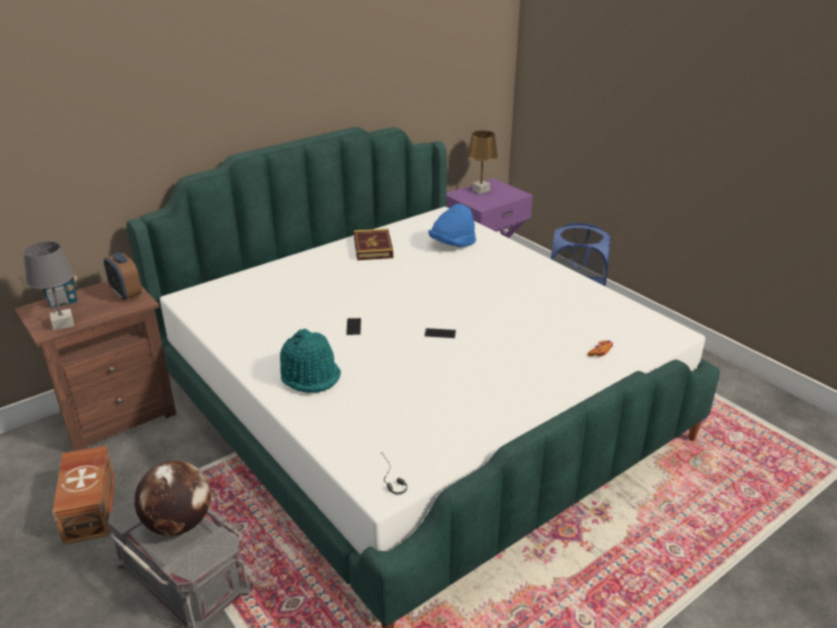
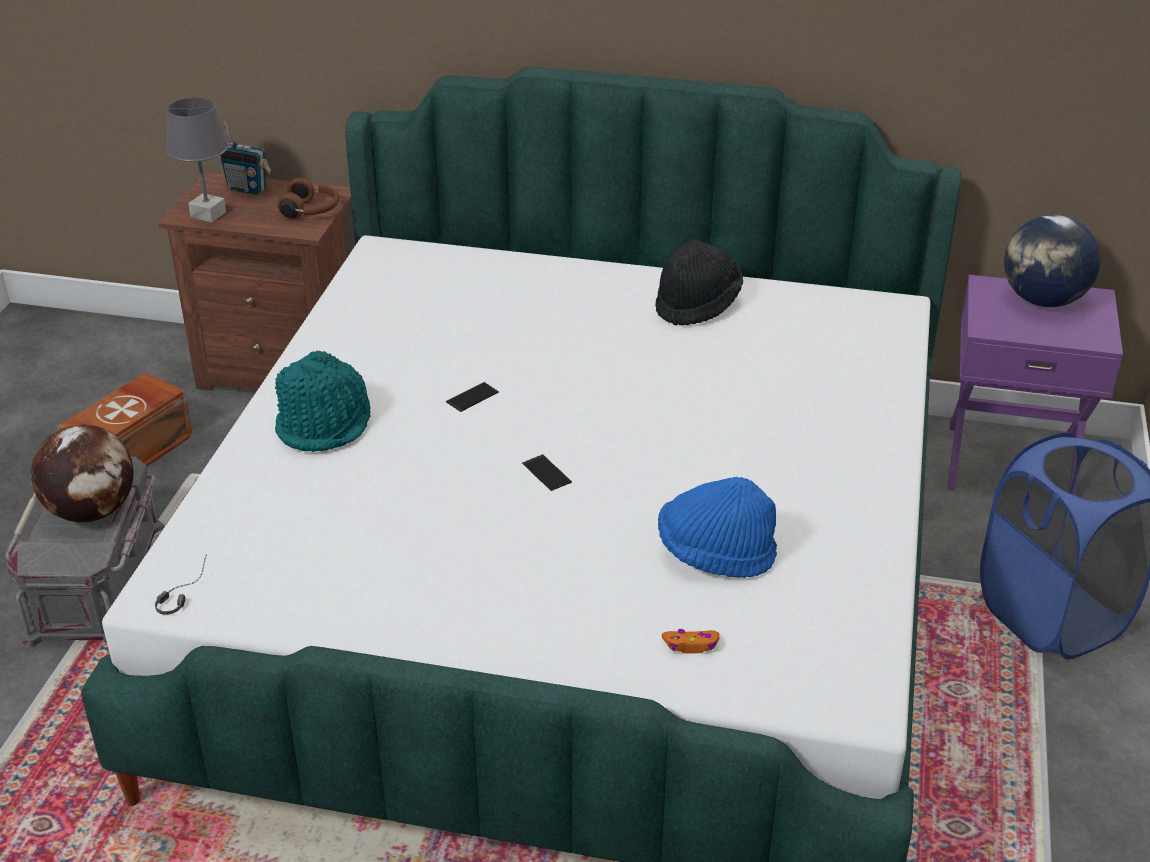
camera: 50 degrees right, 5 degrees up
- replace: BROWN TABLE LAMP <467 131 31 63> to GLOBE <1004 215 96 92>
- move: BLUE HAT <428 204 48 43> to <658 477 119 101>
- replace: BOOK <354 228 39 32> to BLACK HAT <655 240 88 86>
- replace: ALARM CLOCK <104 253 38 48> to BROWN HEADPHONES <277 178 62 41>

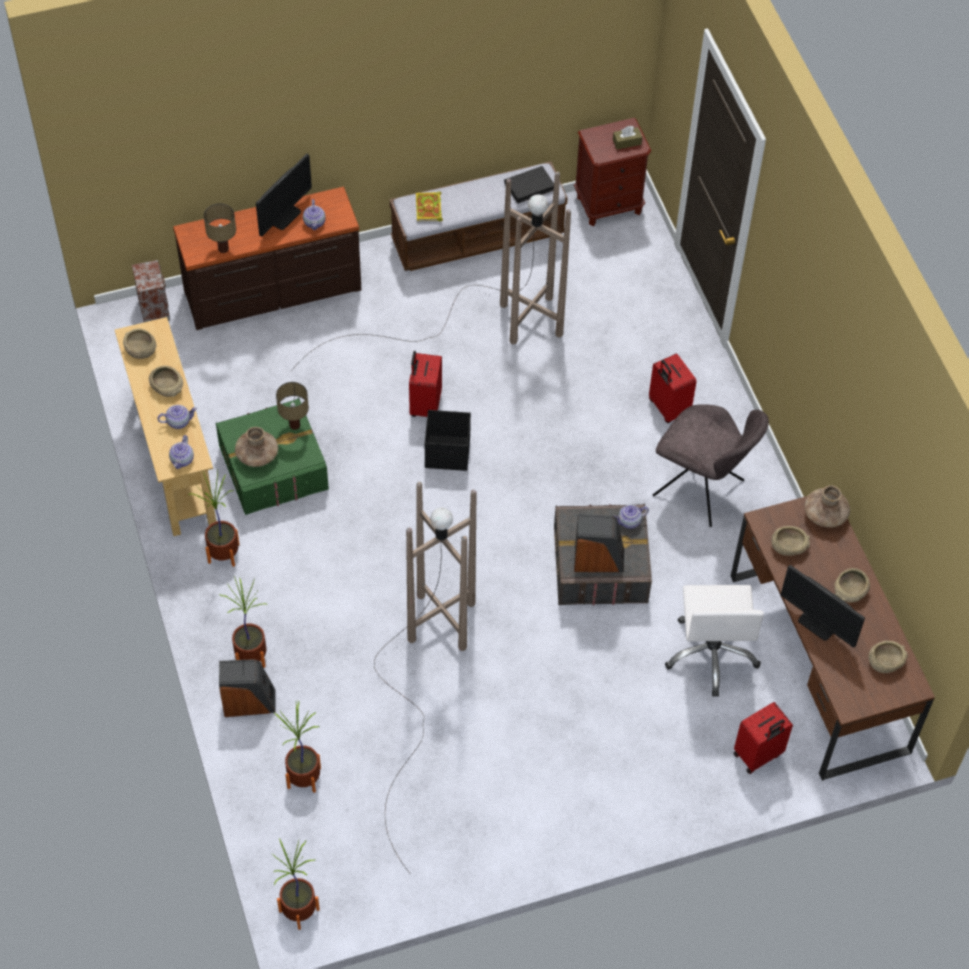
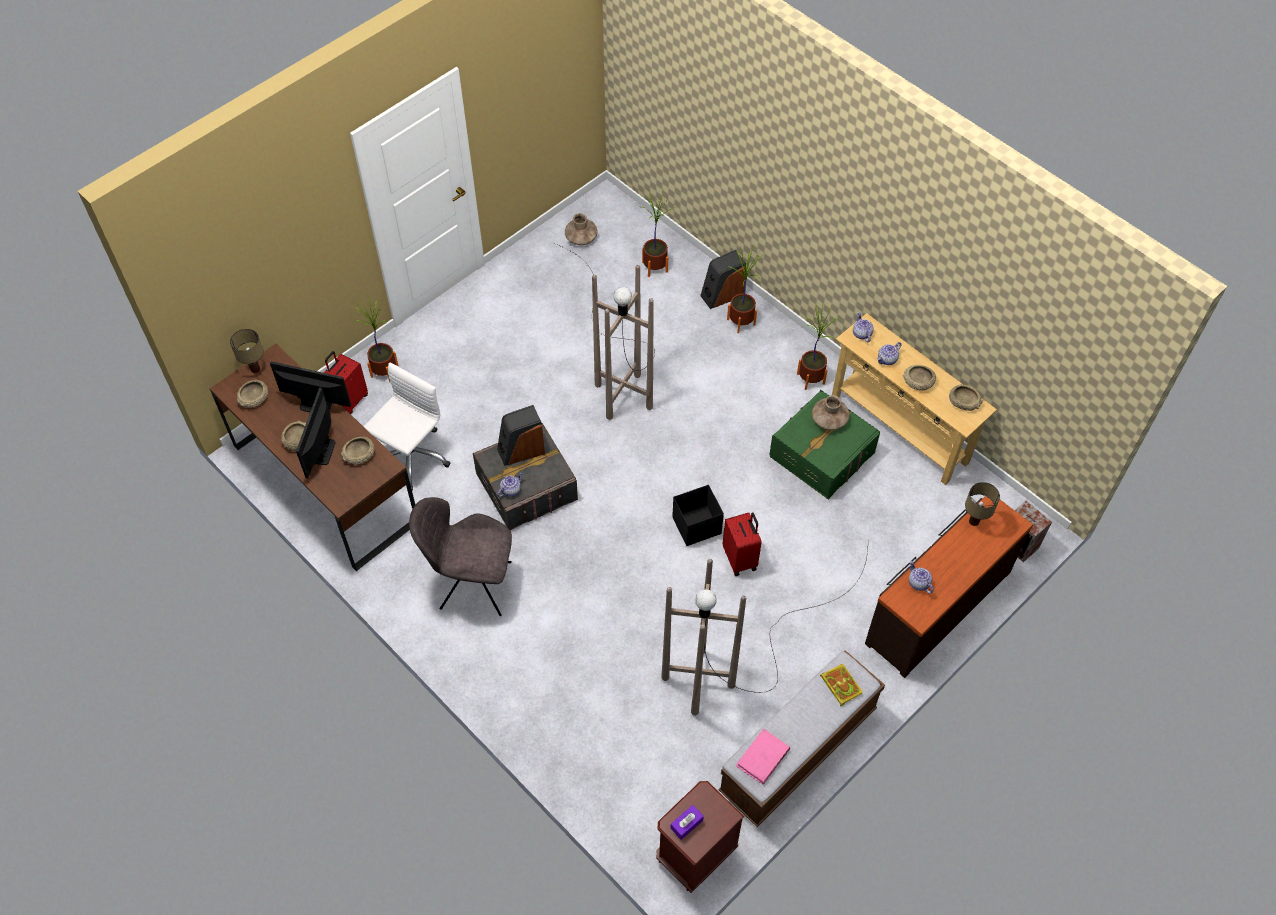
camera: 155 degrees right, 0 degrees up
- recolor: BROWN TISSUE BOX <613 126 29 23> to PURPLE TISSUE BOX <670 805 34 35>
- move: MONITOR <256 154 56 83> to <296 387 40 91>
- recolor: BLACK BOOK <504 166 50 38> to PINK BOOK <736 729 54 55>
- delete: RED SUITCASE <649 354 48 69>
- move: TABLE LAMP <276 382 33 48> to <230 329 33 44>
- move: BROWN VASE <805 485 45 43> to <565 213 33 32>
- rotate: WHITE OFFICE CHAIR <665 585 99 112> = <364 362 86 129> 60 degrees clockwise
- move: POTTED PLANT <271 838 49 92> to <354 296 45 86>

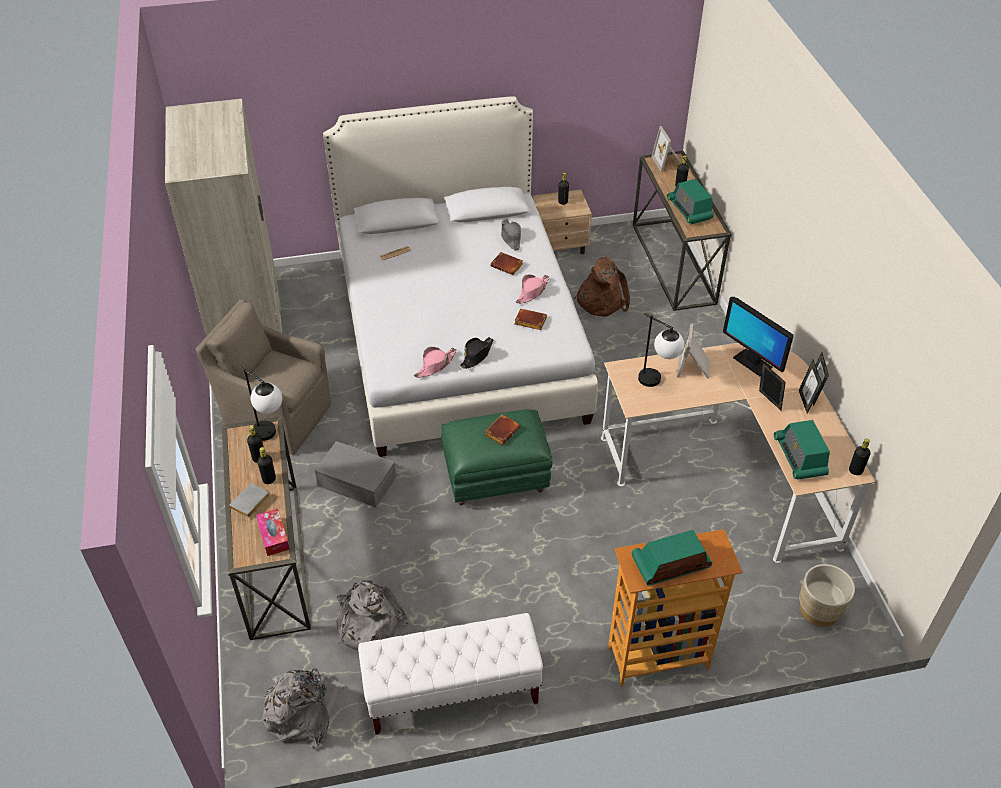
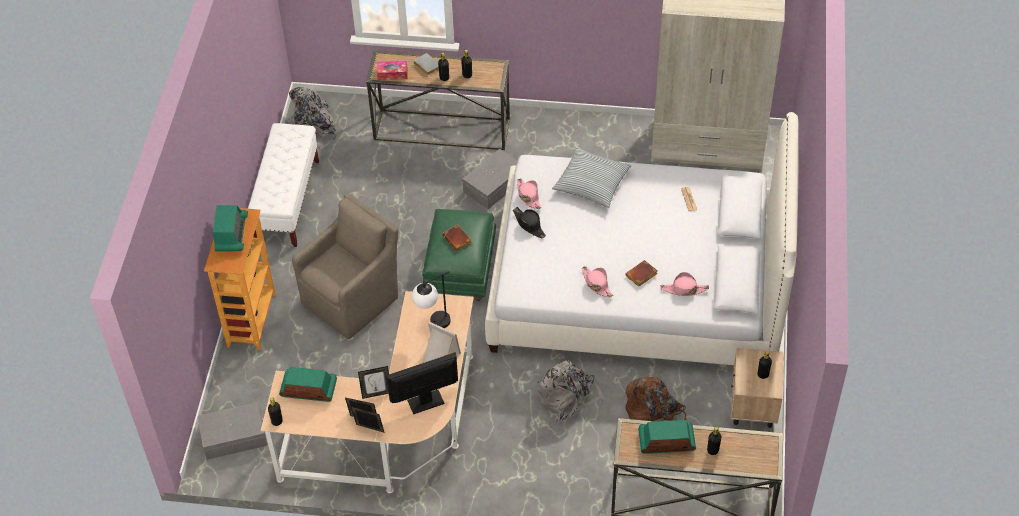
camera: 110 degrees right, 5 degrees up
- delete: PICTURE FRAME <651 126 30 46>
- recolor: GREY HAT <501 219 20 31> to PINK HAT <660 272 49 24>
- move: BROWN ARMCHAIR <196 300 135 155> to <292 193 106 146>
- delete: BROWN BOOK <514 309 33 21>
- delete: TABLE LAMP <238 366 44 75>
- replace: BEIGE PLANTER <799 564 56 63> to GREY STORAGE BOX <197 402 70 58>
- move: GREY BACKPACK <337 580 71 70> to <537 360 68 62>
- insert: PILLOW <552 147 80 61>

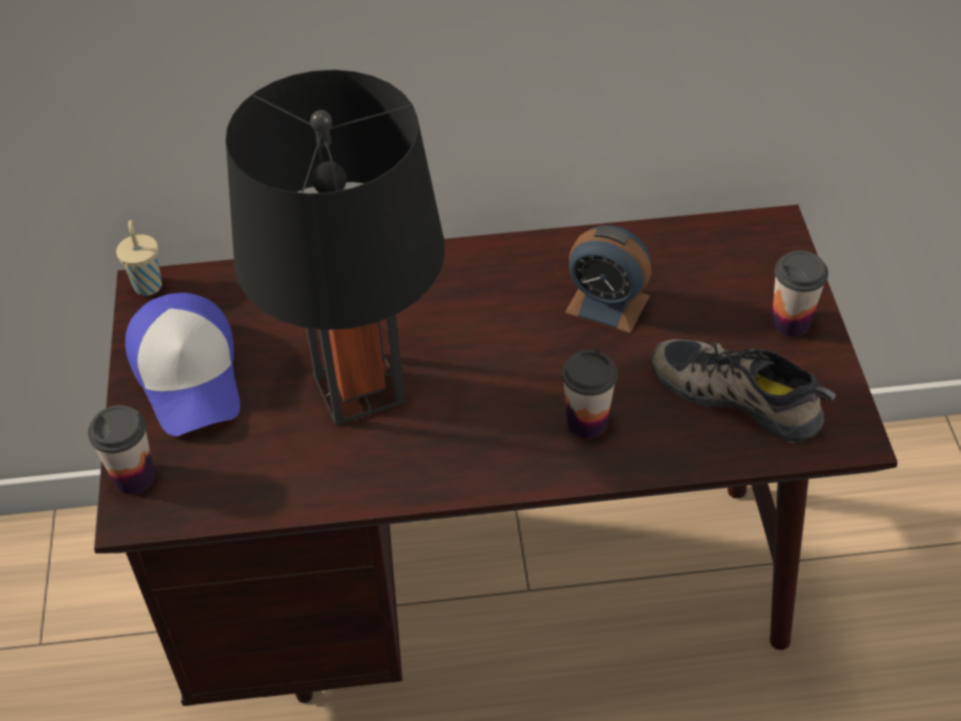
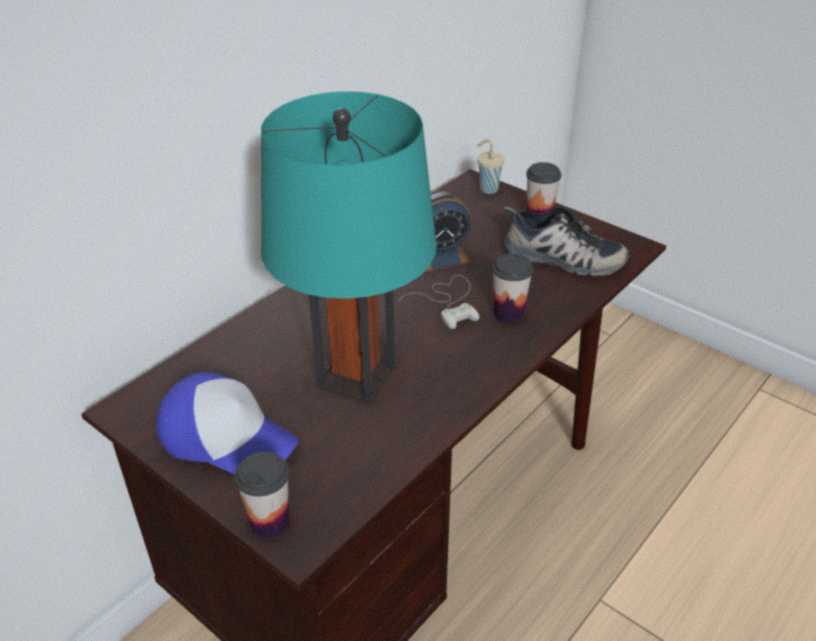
camera: 45 degrees left, 10 degrees down
- recolor: BLACK TABLE LAMP <226 70 219 356> to TURQUOISE TABLE LAMP <261 91 176 312>
- move: BEIGE CUP <116 220 46 76> to <477 139 28 55>
- rotate: SHOE <652 339 185 103> = <502 206 127 70> 150 degrees counterclockwise
- insert: WHITE GAME CONTROLLER <399 275 81 55>

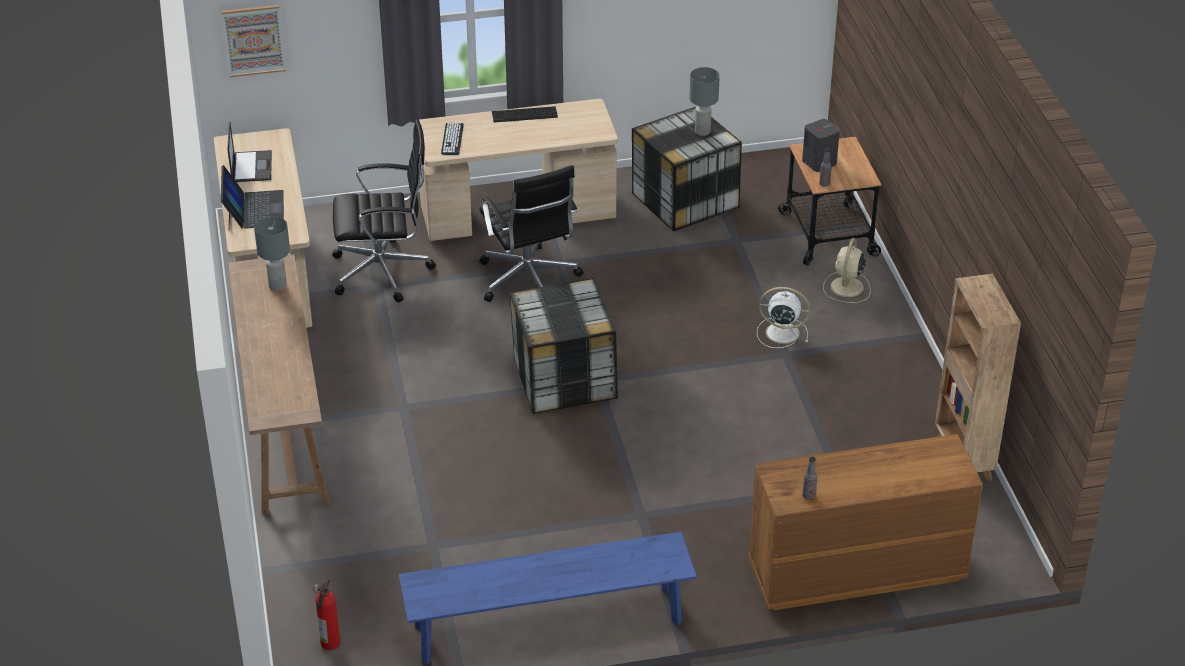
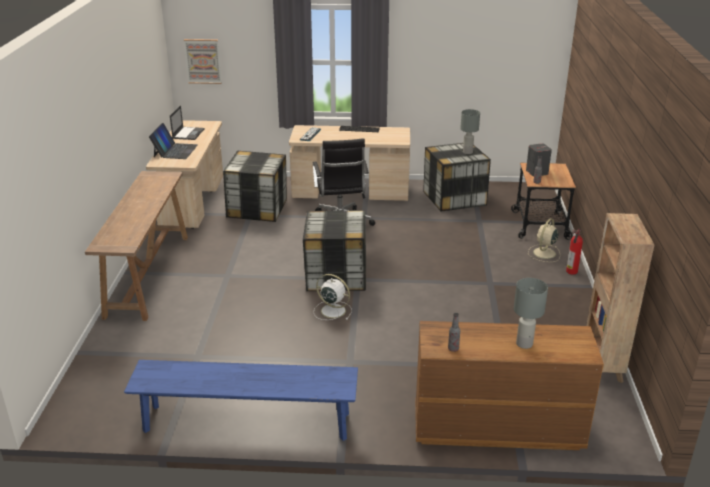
camera: 15 degrees right, 10 degrees down
- replace: BLACK OFFICE CHAIR <332 119 104 183> to STORAGE BOX <223 151 64 71>
- move: GREY TABLE LAMP <254 216 36 75> to <514 278 34 71>
- move: WHITE FAN <757 287 53 61> to <314 274 38 46>
- move: FIRE EXTINGUISHER <313 579 27 71> to <566 229 17 46>

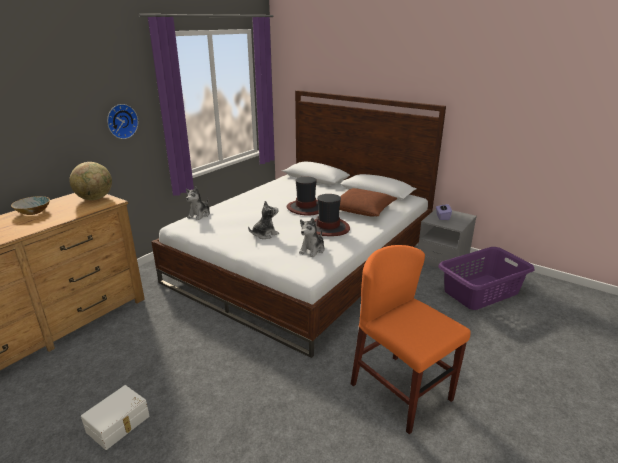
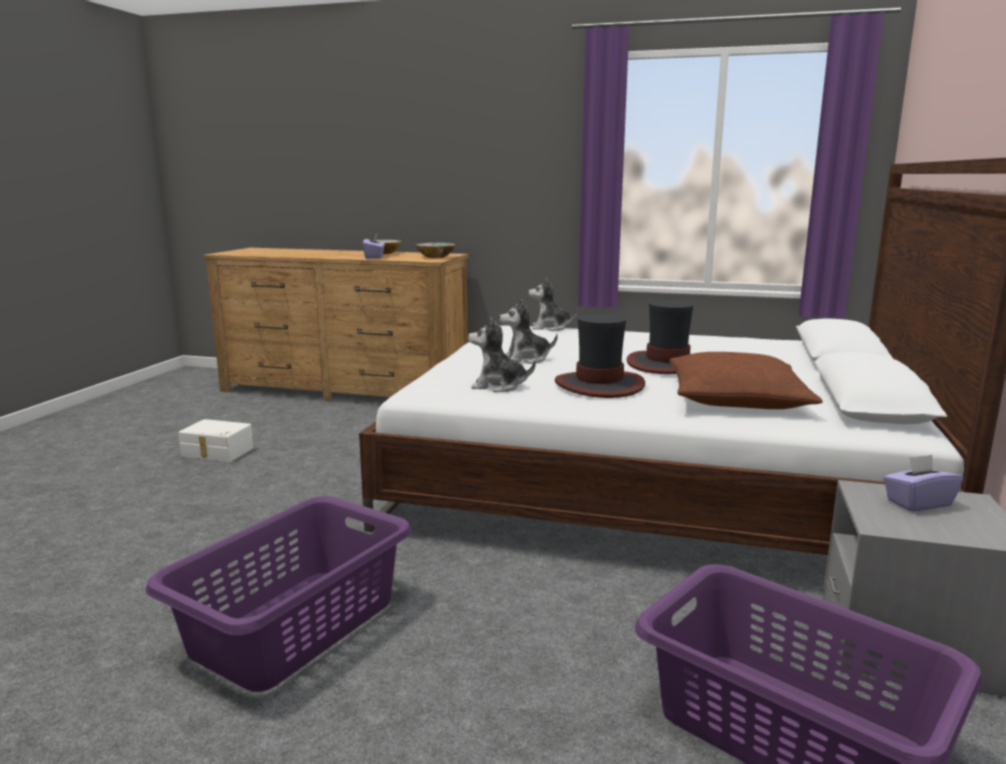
camera: 70 degrees right, 10 degrees down
- delete: WALL CLOCK <107 104 31 35>
- replace: GLOBE <69 162 43 38> to BOWL <416 243 40 15>
- rotate: PLUSH TOY <248 201 31 38> = <499 299 59 65> 135 degrees clockwise
- replace: ORANGE CHAIR <351 245 120 189> to PURPLE LAUNDRY BASKET <146 496 266 196>
- insert: PURPLE TISSUE BOX <363 233 22 26>

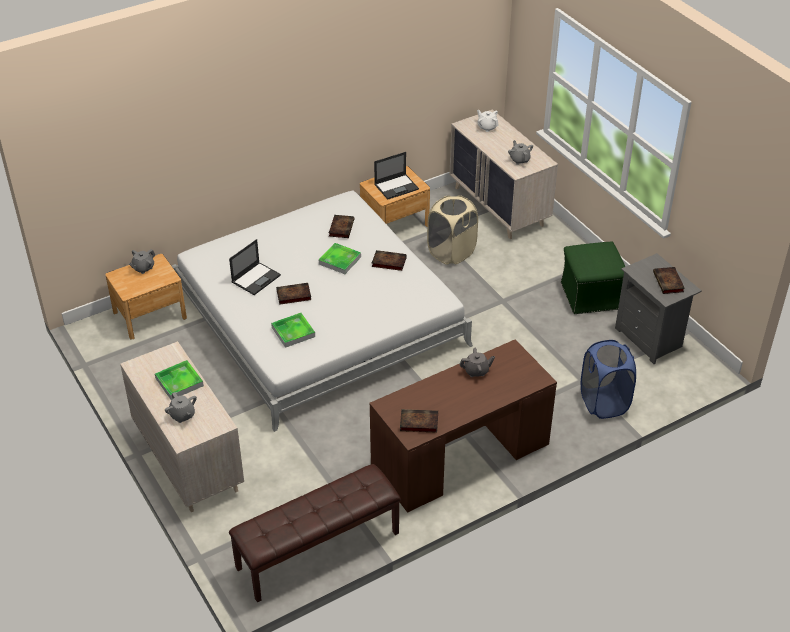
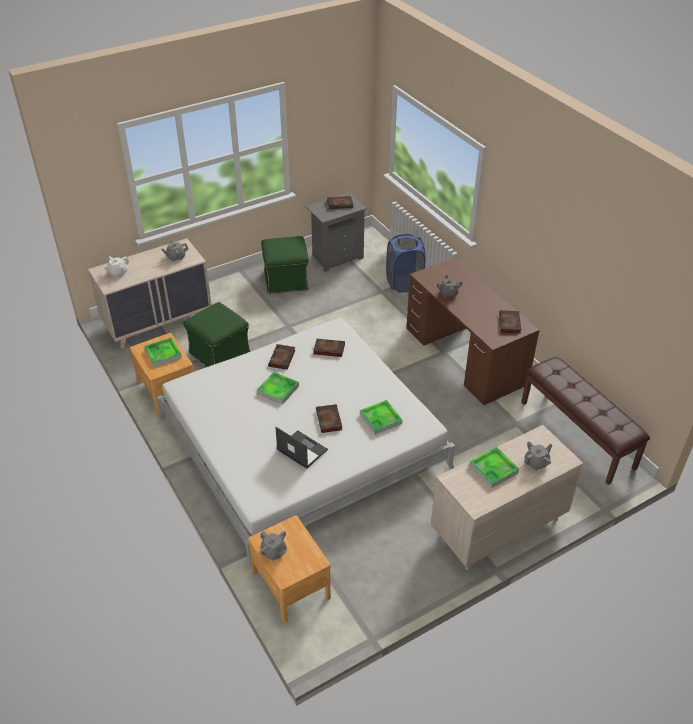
camera: 90 degrees left, 0 degrees up
- replace: LAPTOP <374 152 45 48> to TRAY <144 337 38 30>
- replace: BEIGE LAUNDRY BASKET <427 195 51 70> to GREEN OTTOMAN <183 302 67 65>
- move: BOOK <329 215 25 23> to <313 339 32 18>

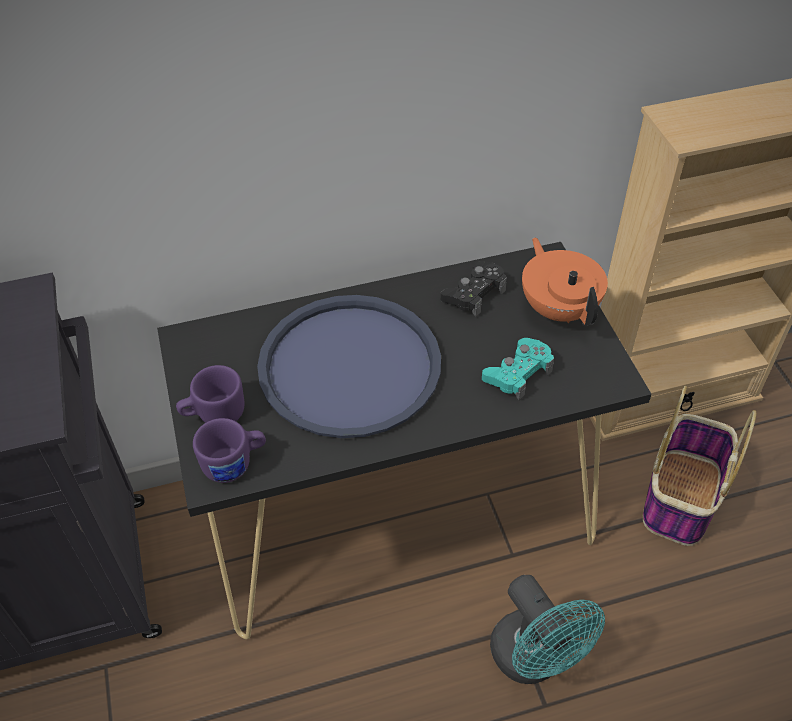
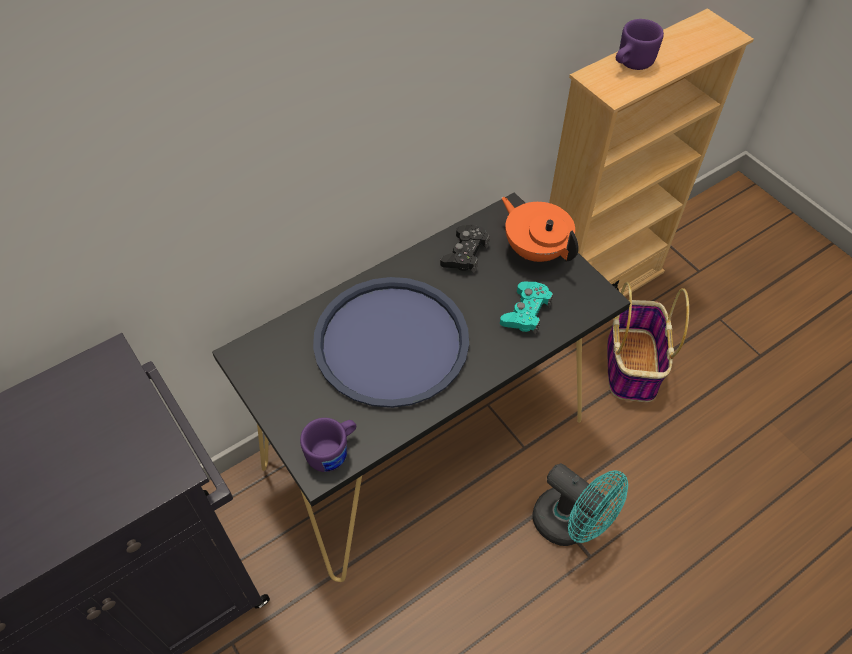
camera: 20 degrees left, 5 degrees up
- move: PURPLE MUG <176 365 69 58> to <616 19 48 51>

